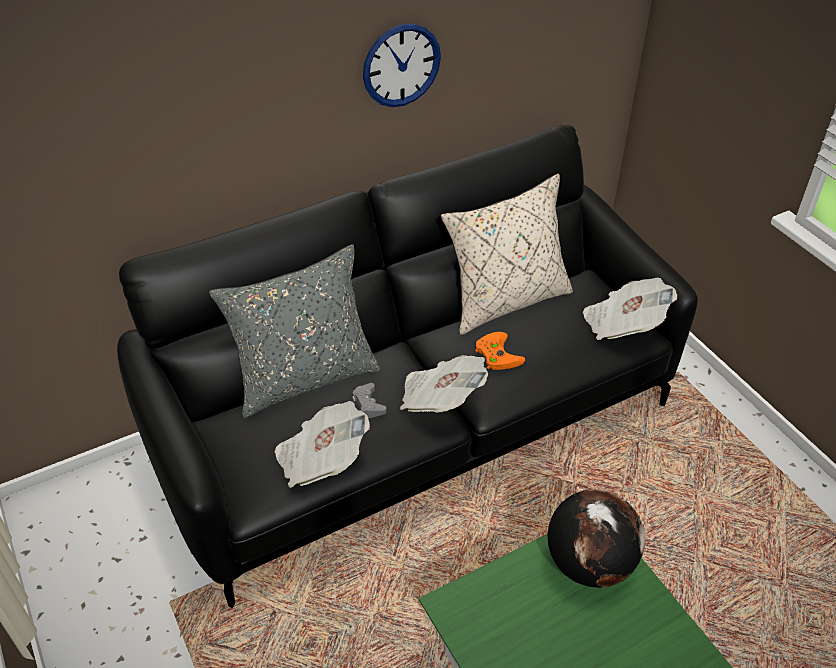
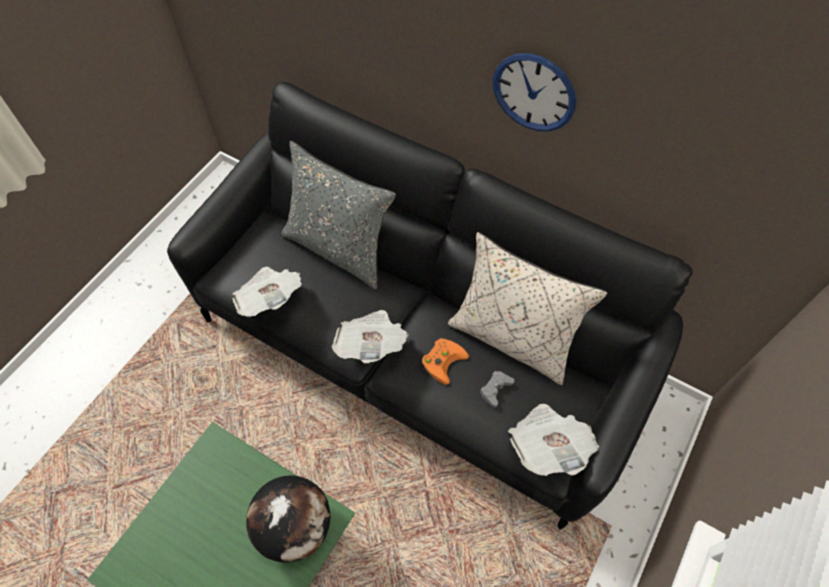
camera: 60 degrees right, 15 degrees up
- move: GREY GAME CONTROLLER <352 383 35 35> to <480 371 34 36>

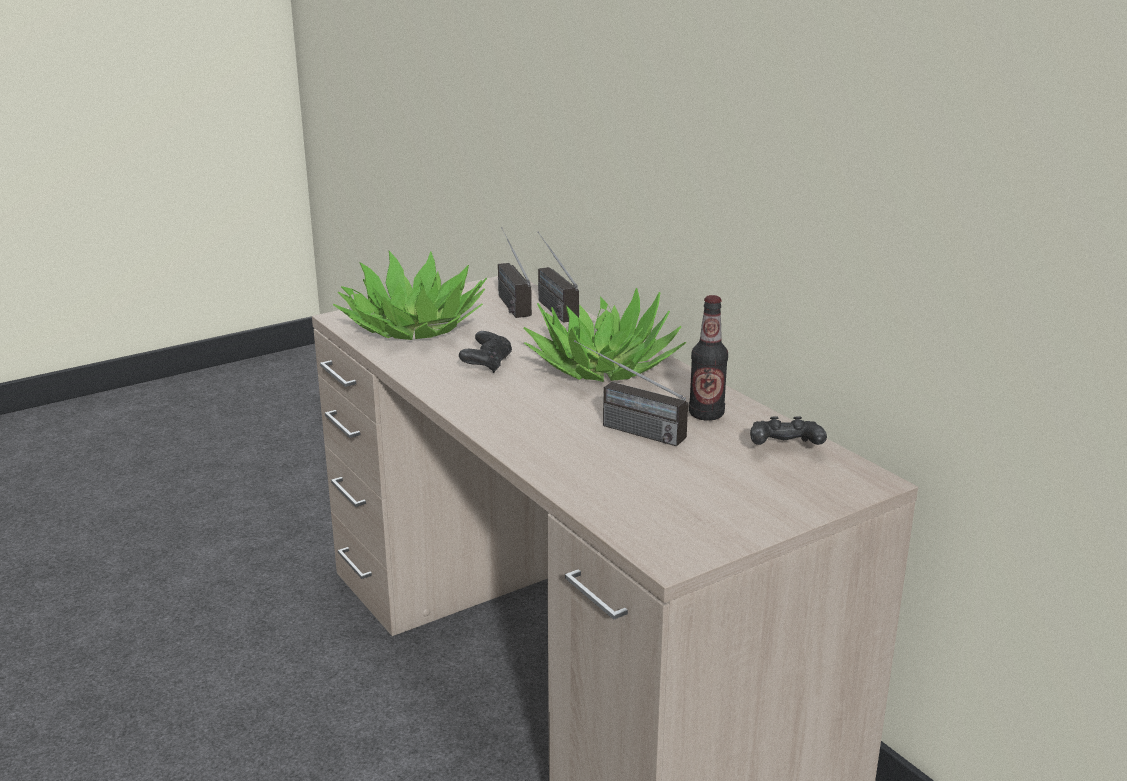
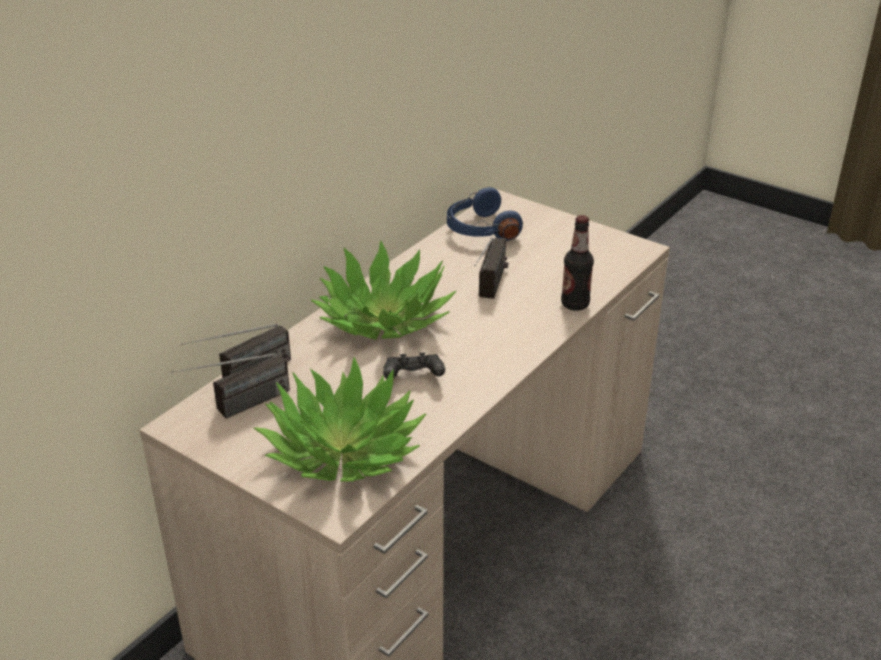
camera: 110 degrees left, 10 degrees up
- move: BOTTLE <689 295 39 126> to <561 215 33 96>
- replace: BLACK GAME CONTROLLER <750 416 77 29> to BLUE HEADPHONES <447 187 76 54>

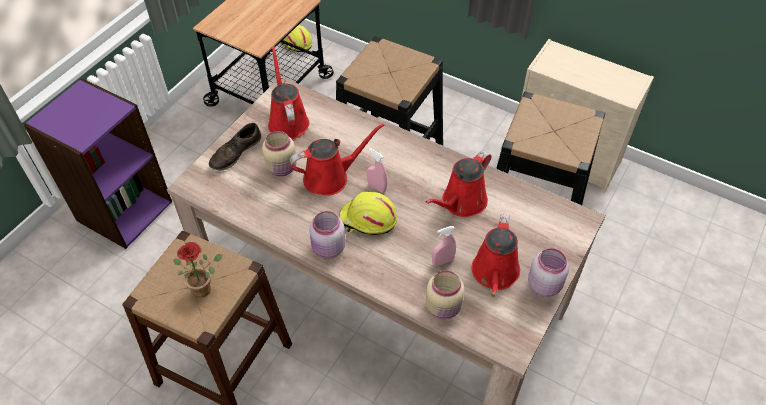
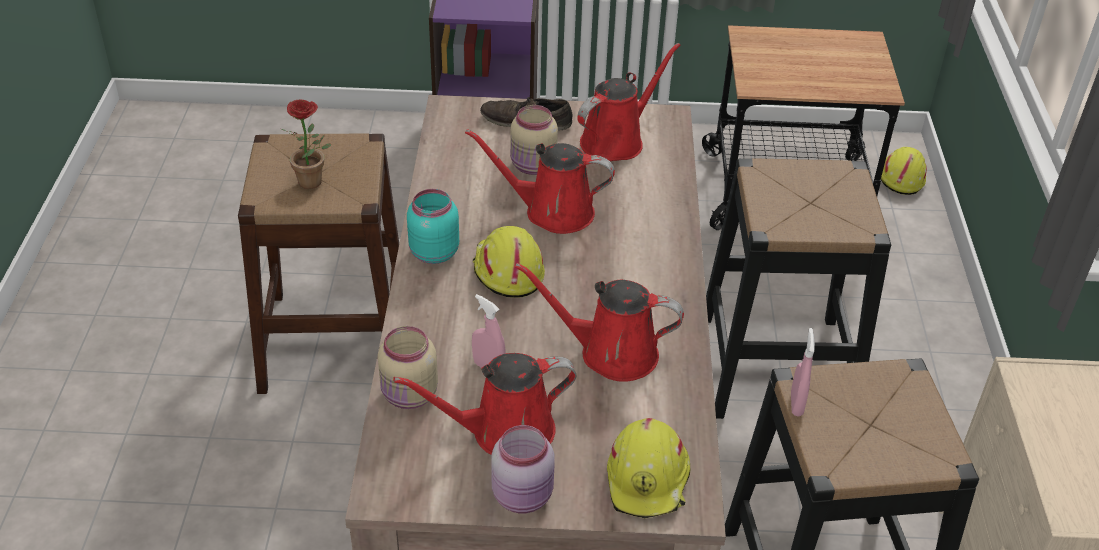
camera: 60 degrees right, 10 degrees down
- rotate: RED WATERING CAN <289 123 96 73> = <465 129 150 105> 150 degrees clockwise
- move: PINK SPRAY BOTTLE <367 148 20 45> to <791 328 24 88>
- recolor: PINK JAR <309 211 37 48> to TURQUOISE JAR <407 189 52 75>
- insert: YELLOW HARD HAT <607 418 83 100>

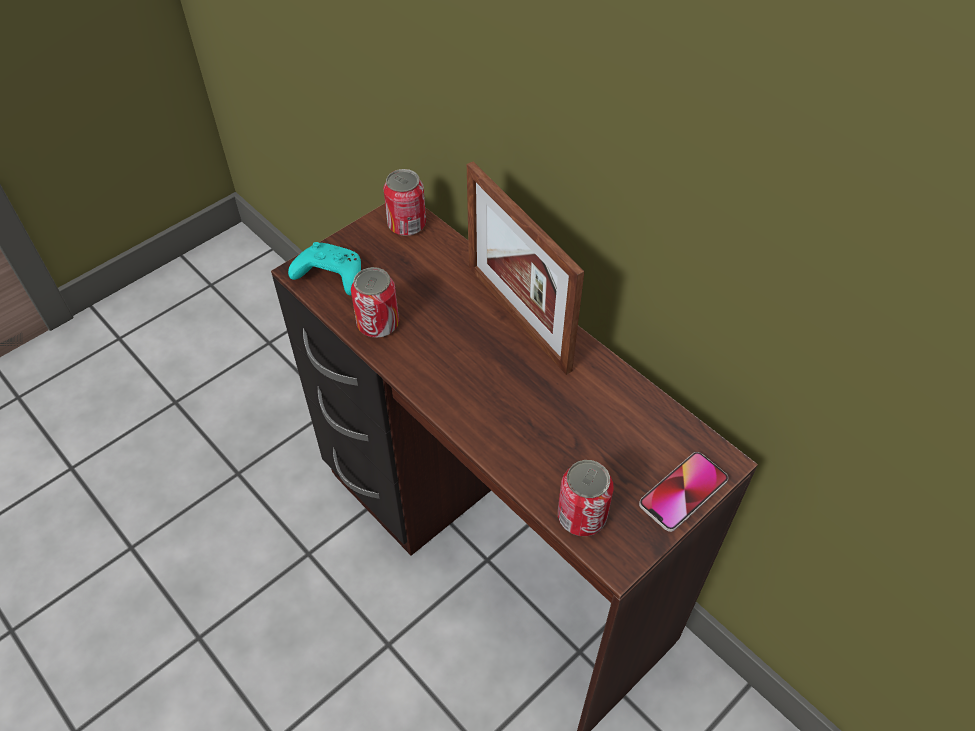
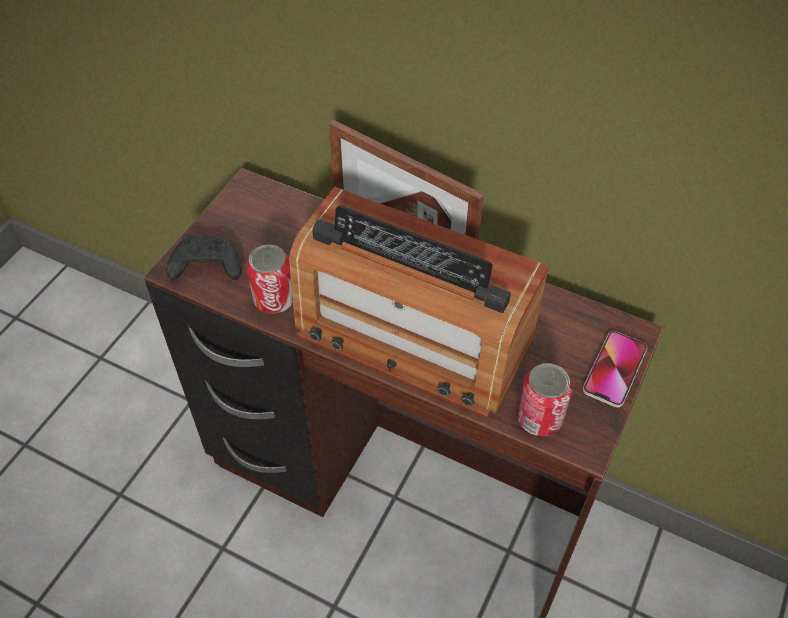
camera: 20 degrees left, 0 degrees up
- delete: CAN <383 169 43 67>
- recolor: TURQUOISE GAME CONTROLLER <288 242 73 54> to BLACK GAME CONTROLLER <166 236 76 44>
- insert: RADIO <289 187 260 231>

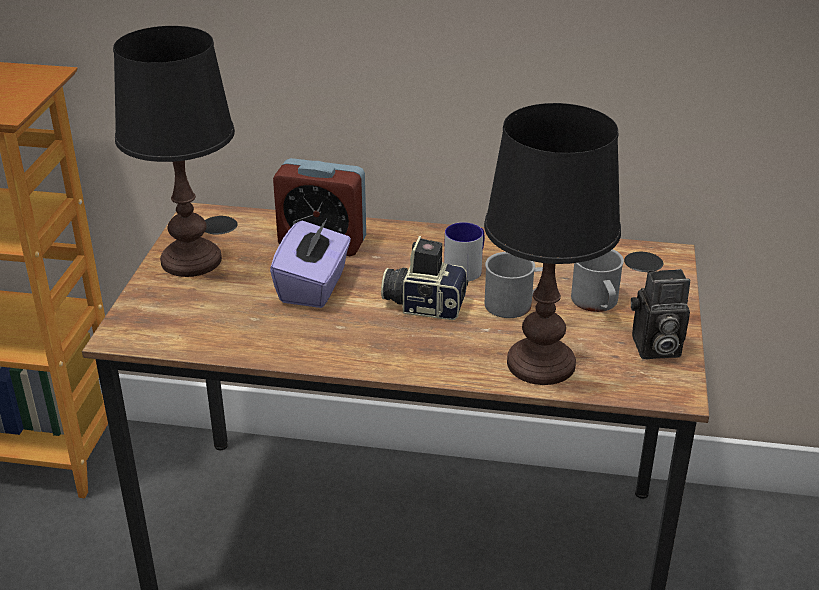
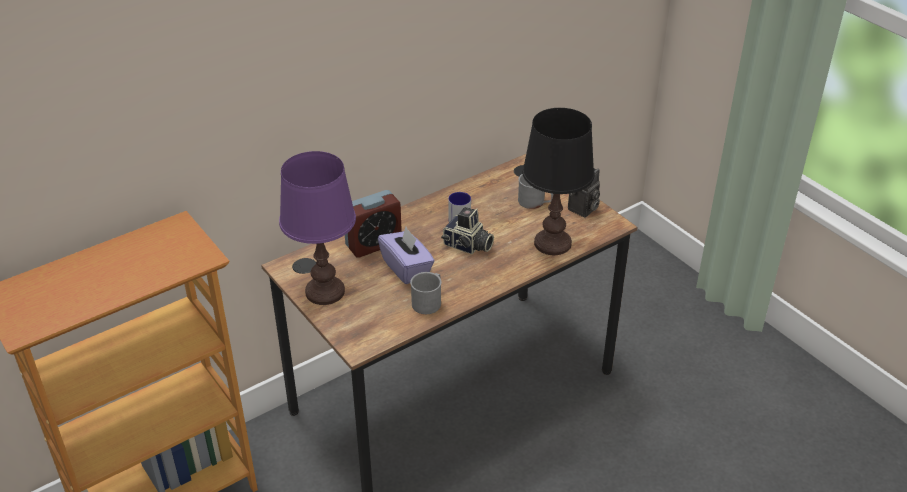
camera: 45 degrees left, 5 degrees up
- recolor: BLACK TABLE LAMP <113 26 122 251> to PURPLE TABLE LAMP <279 151 77 154>
- rotate: PHOTO CAMERA <381 236 87 84> = <441 207 53 47> 120 degrees counterclockwise
- move: GREY MUG <484 252 59 66> to <410 272 32 42>

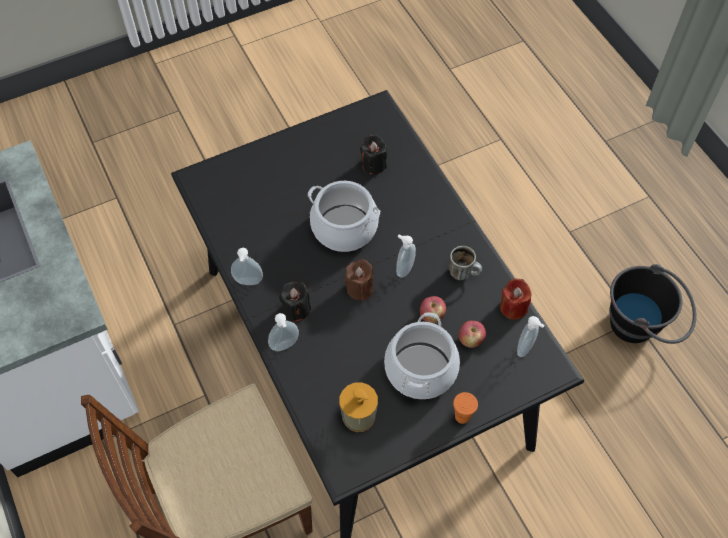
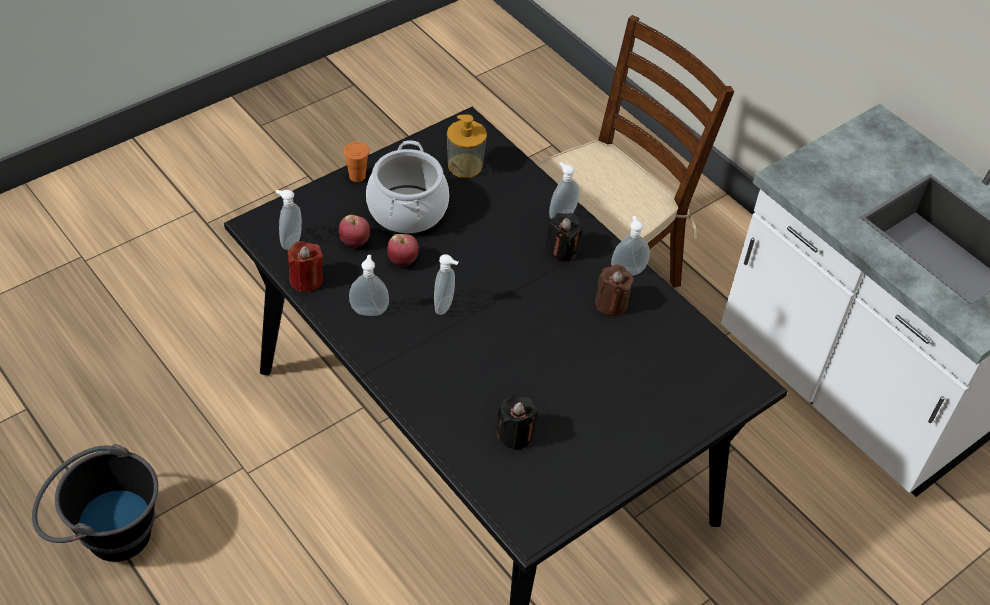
camera: 165 degrees right, 10 degrees down
- delete: COOKING POT <308 181 72 71>
- replace: MUG <449 246 33 34> to SOAP DISPENSER <349 255 40 61>
- move: BROWN CANDLE <345 259 29 42> to <595 265 39 51>

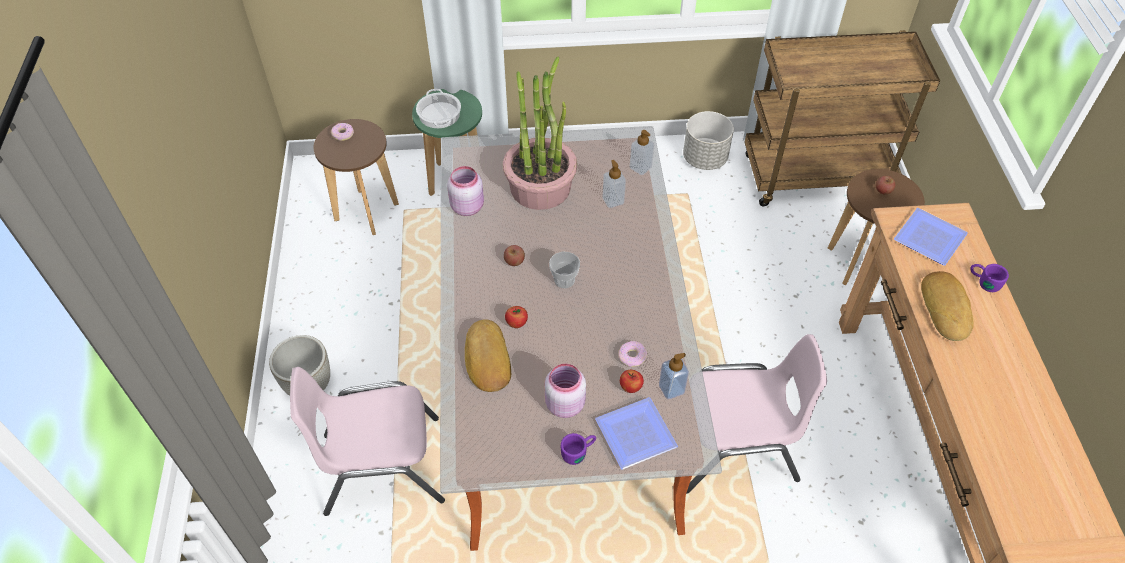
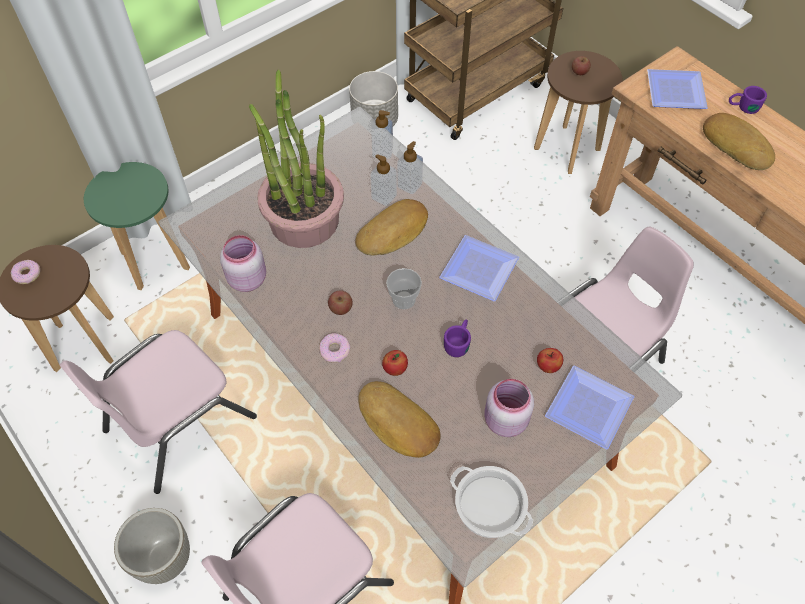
camera: 35 degrees left, 5 degrees up
- move: COOKING POT <416 89 45 39> to <450 466 83 72>
- move: DONUT <618 341 29 26> to <319 333 31 30>
- move: SOAP DISPENSER <659 353 30 46> to <397 141 26 53>
- move: PURPLE MUG <561 433 35 32> to <444 320 27 37>
- insert: BREAD <355 199 73 56>
- insert: PLATE <439 235 80 66>
- insert: PINK CHAIR <60 330 197 164>

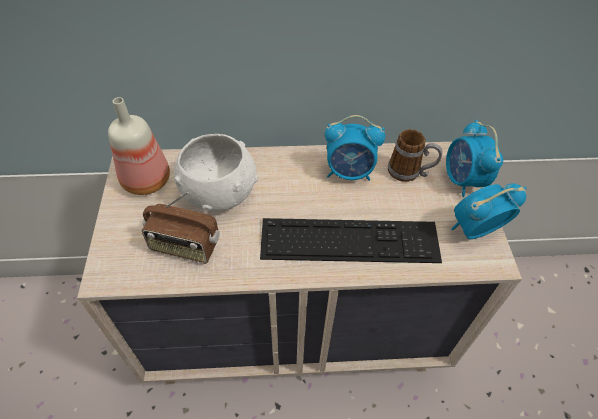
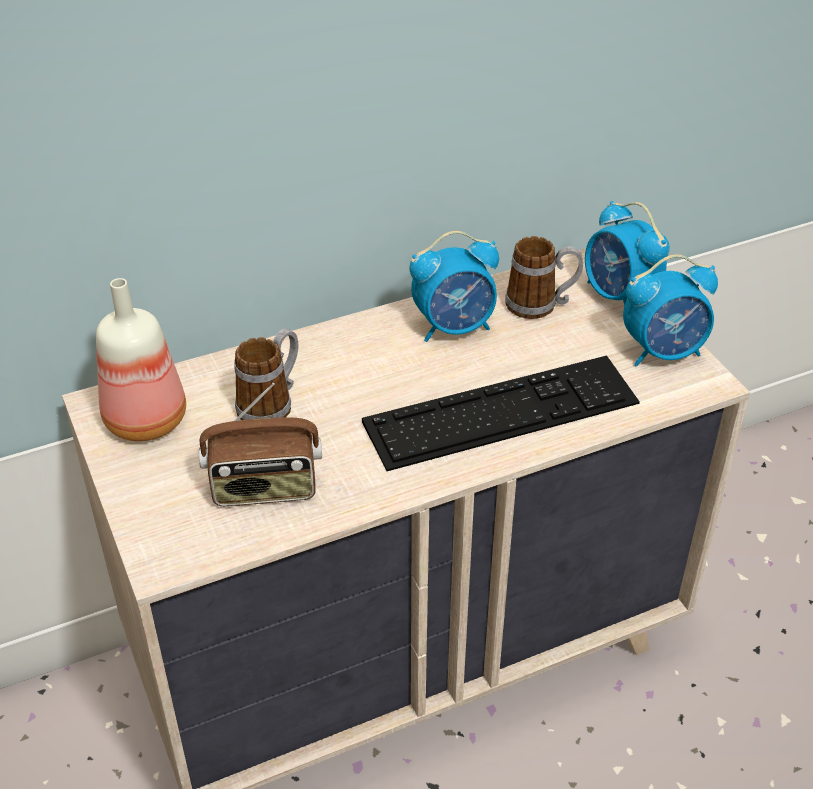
camera: 20 degrees left, 10 degrees down
- replace: WHITE BOWL <174 134 84 78> to MUG <234 328 64 92>
- rotate: ALARM CLOCK <451 183 76 56> = <623 254 95 113> 150 degrees counterclockwise

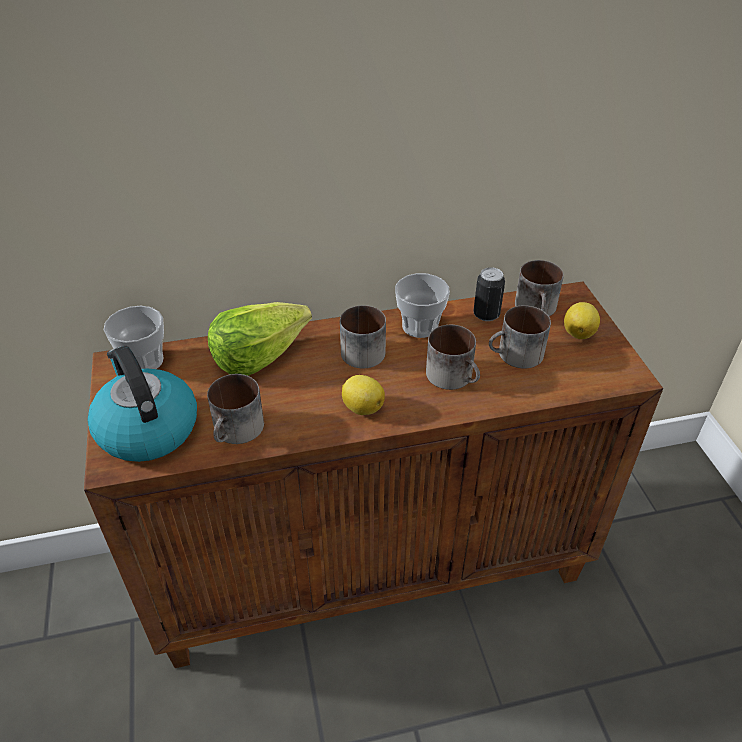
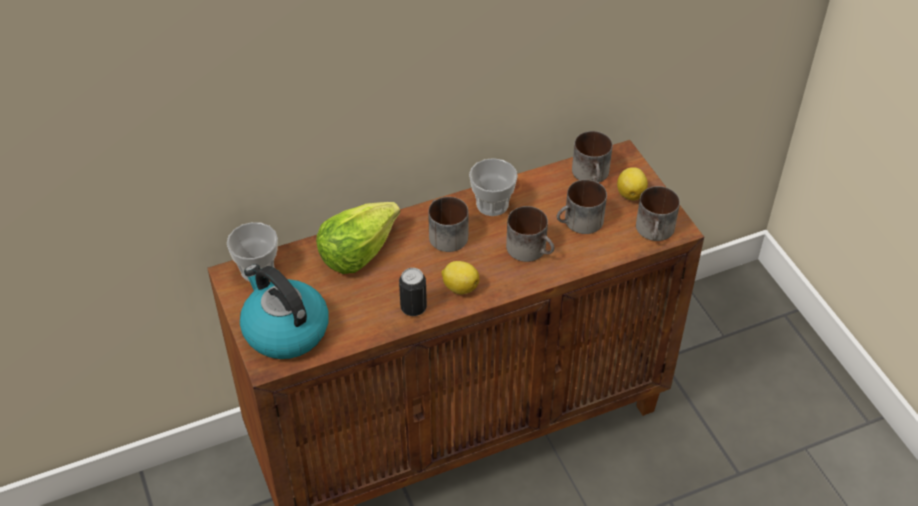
camera: 10 degrees left, 5 degrees up
- move: CAN <473 267 32 54> to <399 268 28 48>
- move: MUG <207 374 57 70> to <636 186 44 55>

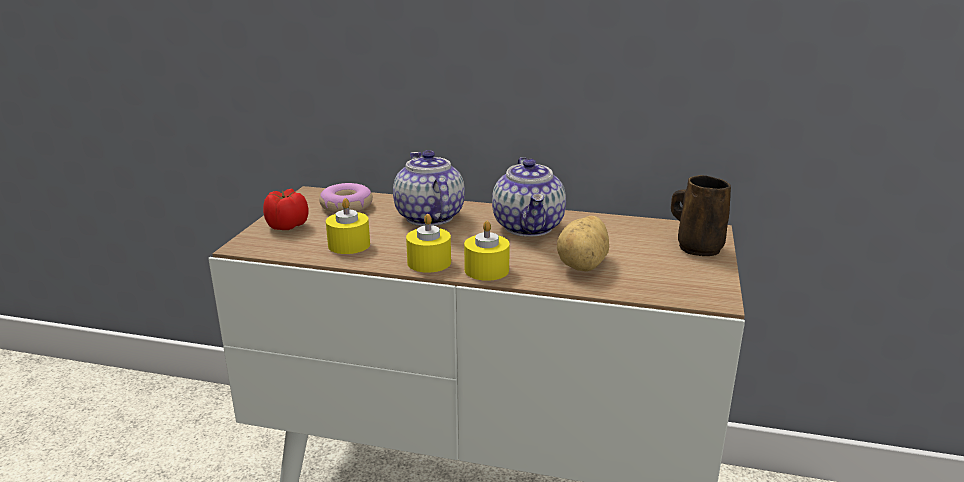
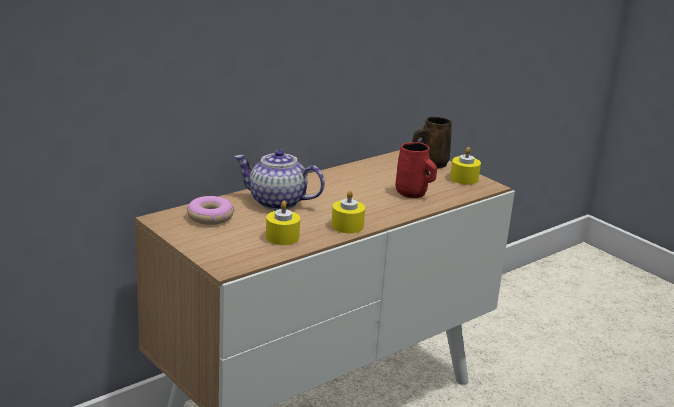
camera: 55 degrees left, 0 degrees up
- delete: TEAPOT <492 157 74 80>
- delete: TOMATO <263 189 45 41>
- replace: POTATO <557 216 52 55> to RED MUG <395 142 42 56>
- move: YELLOW CANDLE <464 221 46 60> to <450 147 31 38>

